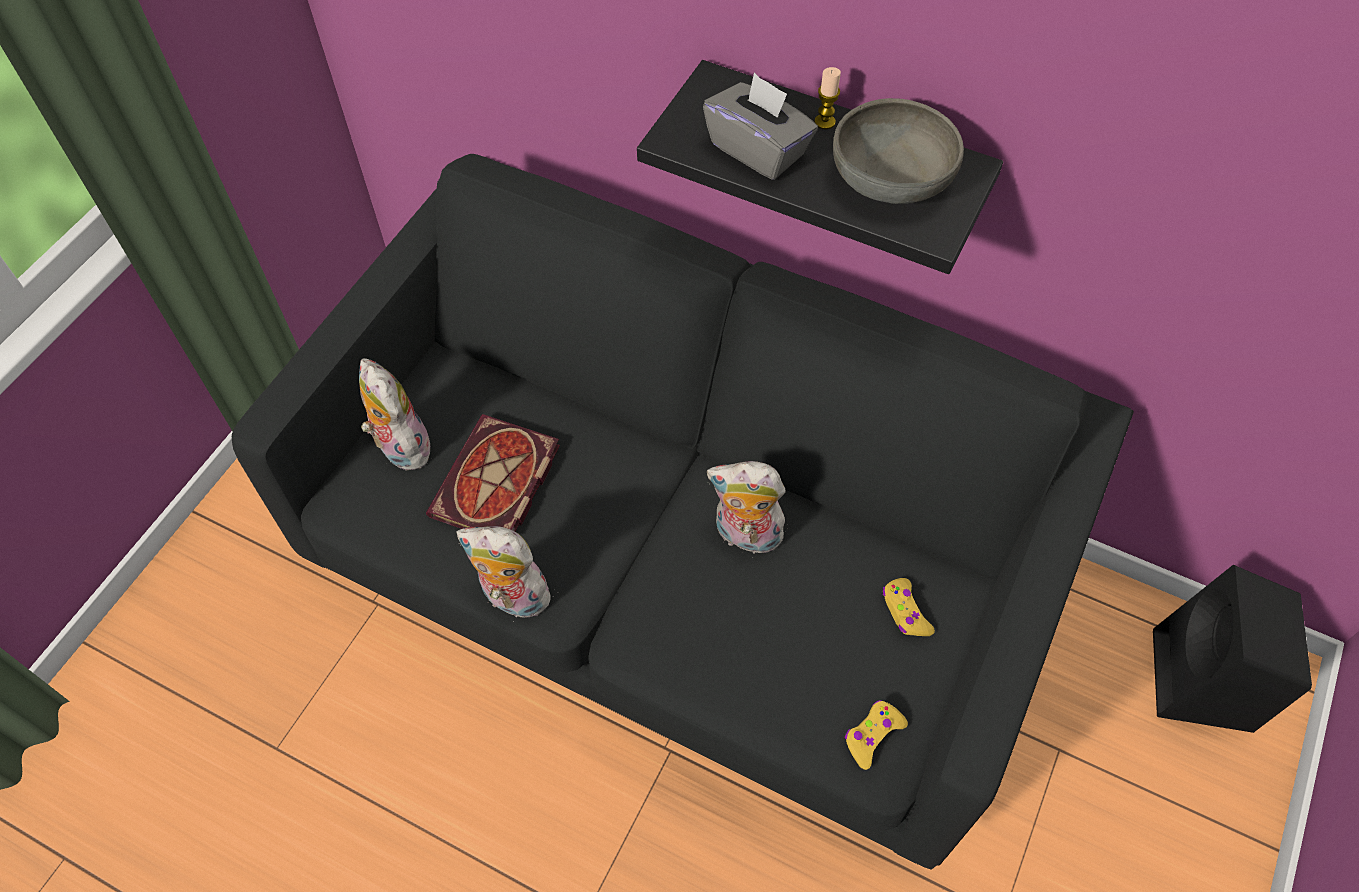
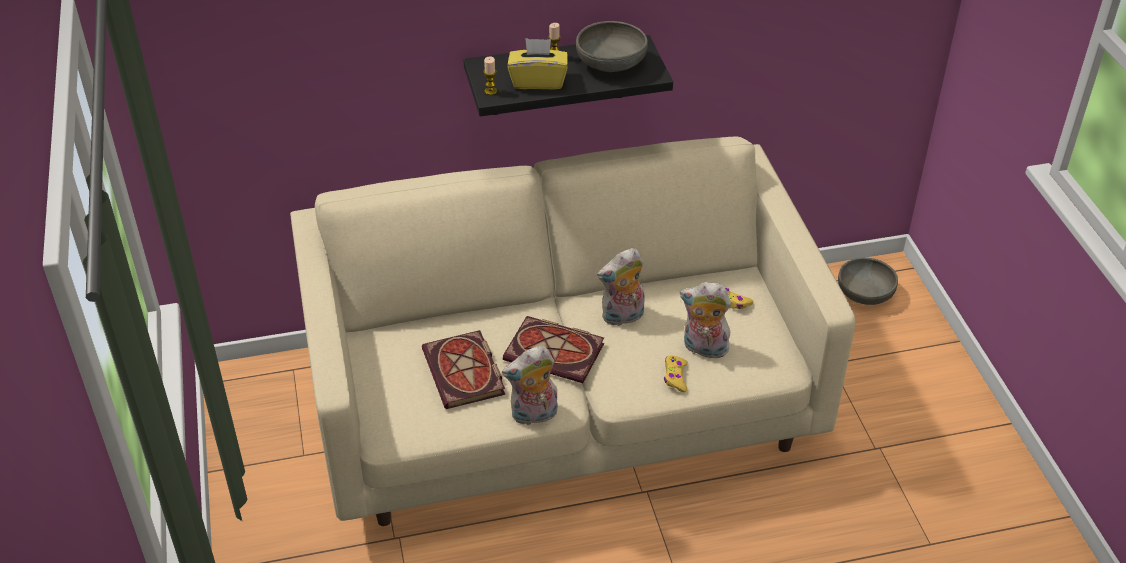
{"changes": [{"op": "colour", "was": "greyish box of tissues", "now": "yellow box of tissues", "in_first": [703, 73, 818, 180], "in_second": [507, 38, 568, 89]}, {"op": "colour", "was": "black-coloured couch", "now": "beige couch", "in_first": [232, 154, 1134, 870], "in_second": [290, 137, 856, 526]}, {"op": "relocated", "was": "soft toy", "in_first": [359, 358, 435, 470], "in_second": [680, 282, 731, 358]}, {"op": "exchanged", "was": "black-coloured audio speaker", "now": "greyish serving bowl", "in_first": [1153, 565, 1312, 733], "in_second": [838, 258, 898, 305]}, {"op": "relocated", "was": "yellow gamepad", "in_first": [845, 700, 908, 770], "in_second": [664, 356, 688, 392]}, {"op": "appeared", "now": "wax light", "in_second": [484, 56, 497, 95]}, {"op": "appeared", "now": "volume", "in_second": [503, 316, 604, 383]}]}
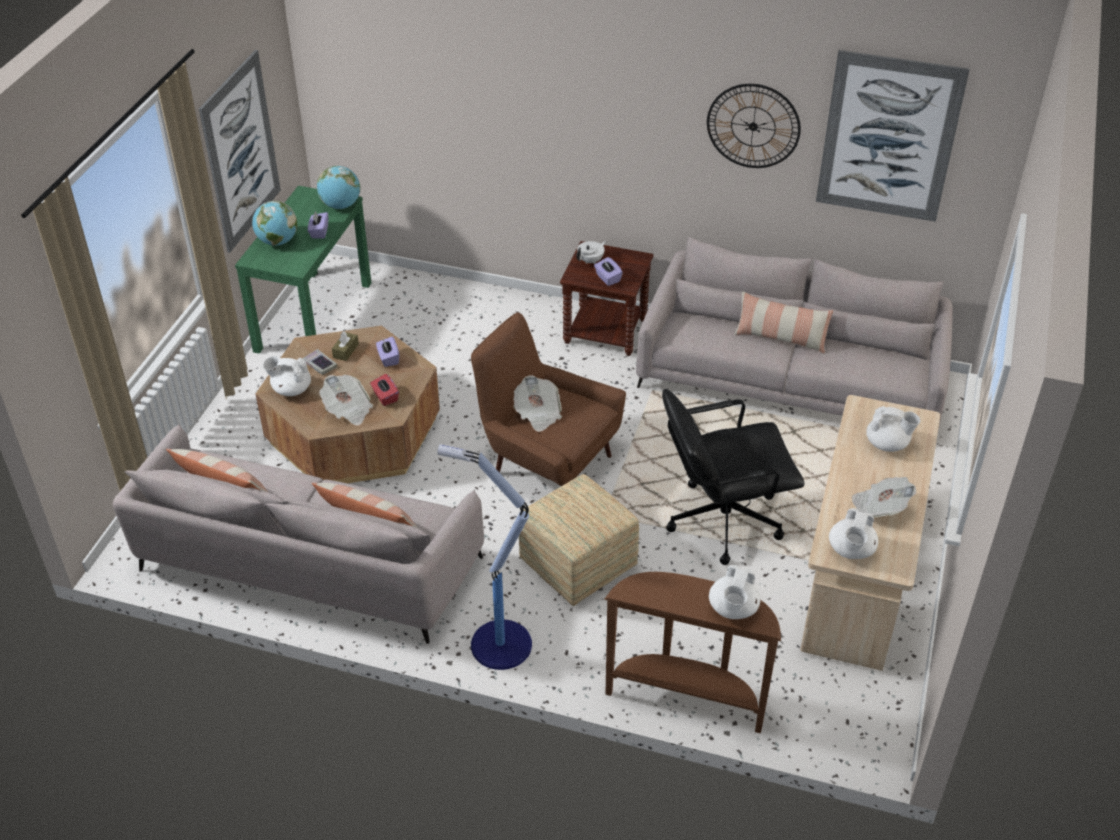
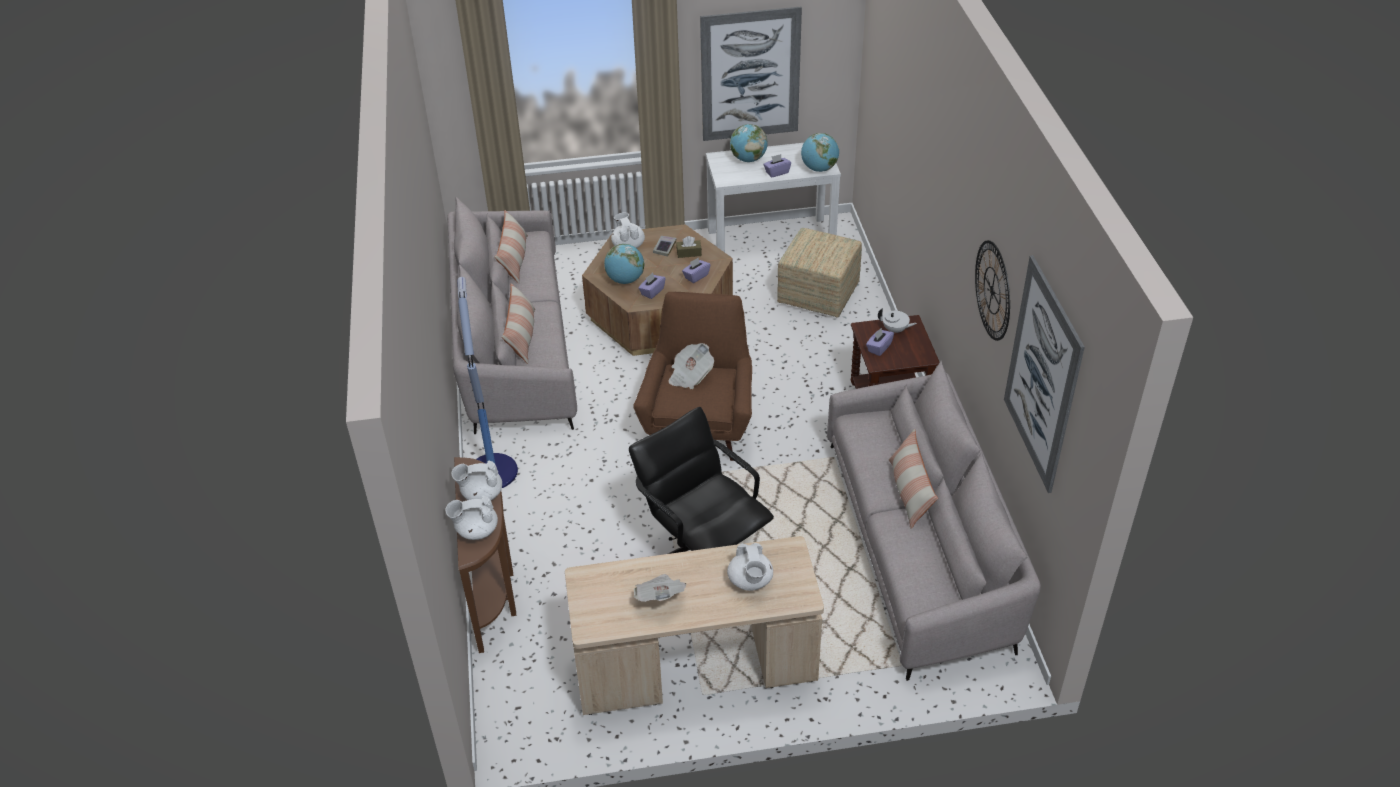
{"changes": [{"op": "colour", "was": "greenish hall table", "now": "white hall table", "in_first": [235, 186, 371, 354], "in_second": [706, 143, 841, 252]}, {"op": "colour", "was": "red-coloured box of tissues", "now": "purplish box of tissues", "in_first": [370, 374, 399, 406], "in_second": [638, 273, 666, 299]}, {"op": "exchanged", "was": "daily paper", "now": "world globe", "in_first": [319, 375, 373, 426], "in_second": [604, 244, 644, 284]}, {"op": "relocated", "was": "ottoman", "in_first": [519, 474, 639, 606], "in_second": [777, 228, 862, 317]}, {"op": "relocated", "was": "white teapot", "in_first": [829, 508, 878, 559], "in_second": [452, 461, 502, 500]}]}
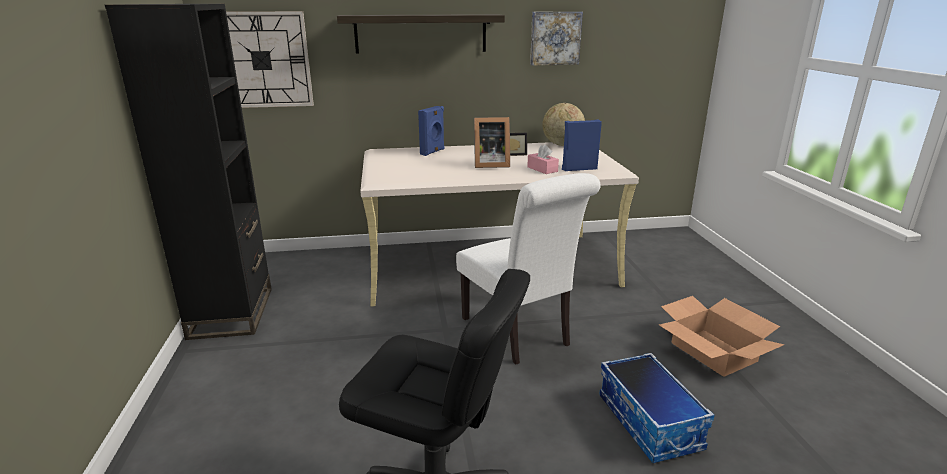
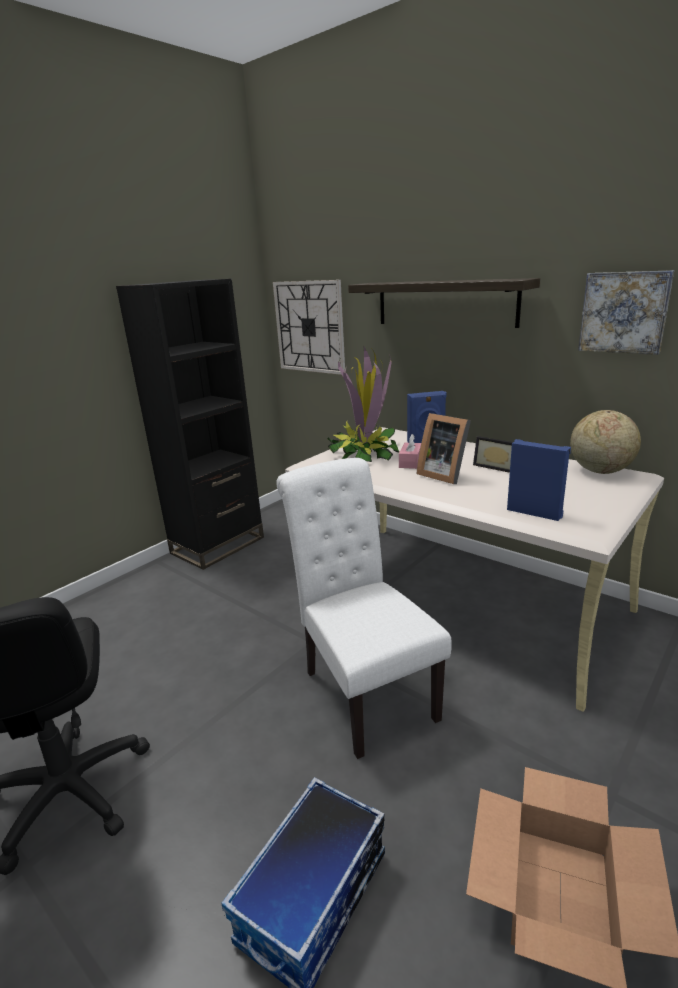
{"changes": [{"op": "relocated", "was": "pinkish box of tissues", "in_first": [527, 144, 559, 174], "in_second": [399, 434, 421, 469]}, {"op": "spun", "was": "white chair", "in_first": [456, 173, 601, 365], "in_second": [276, 458, 452, 759], "clockwise": 135}, {"op": "appeared", "now": "potted plant", "in_second": [327, 346, 399, 462]}]}
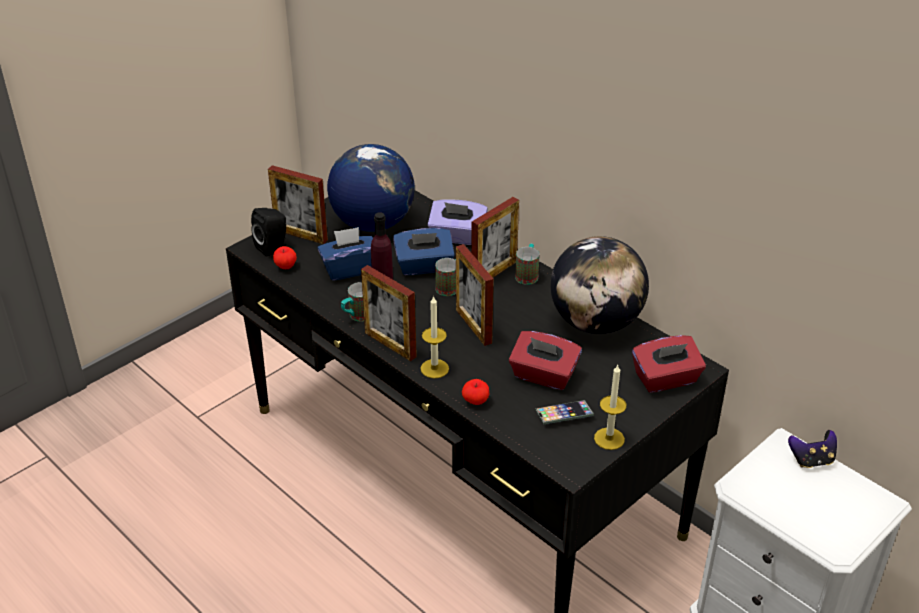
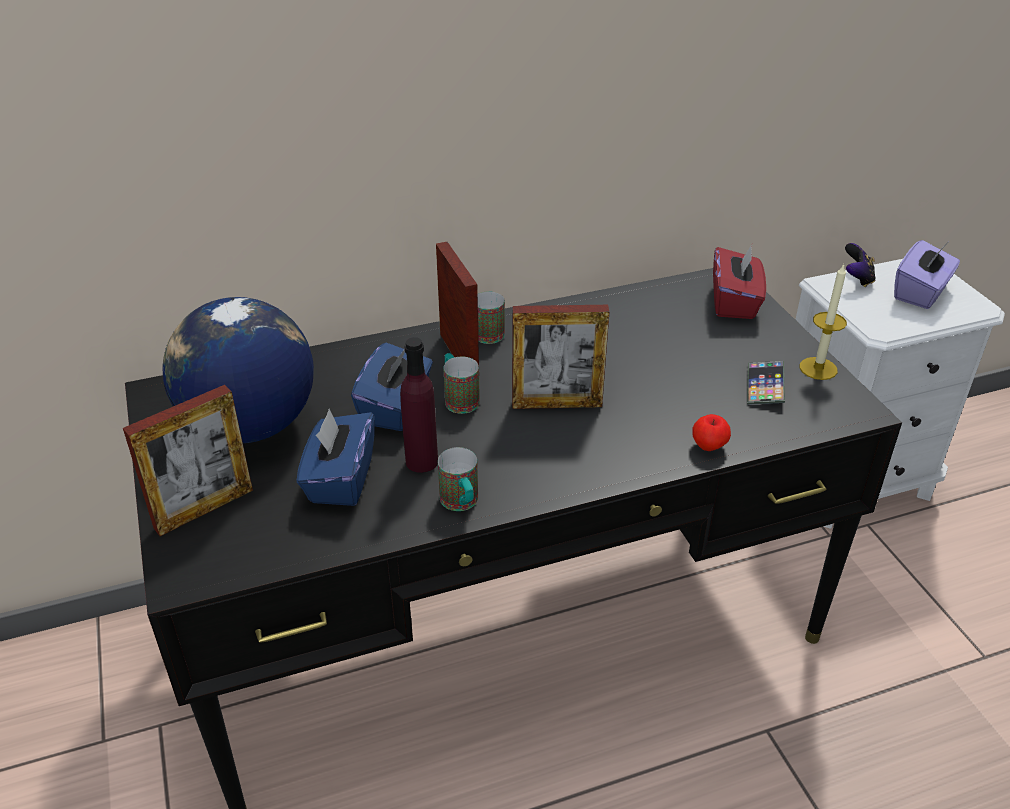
{"changes": [{"op": "relocated", "was": "purplish box of tissues", "in_first": [428, 199, 488, 245], "in_second": [894, 240, 960, 309]}, {"op": "missing", "was": "black-coloured audio speaker", "in_first": [251, 208, 286, 256]}, {"op": "missing", "was": "world globe", "in_first": [550, 236, 649, 334]}, {"op": "missing", "was": "apple fruit", "in_first": [273, 246, 297, 269]}, {"op": "missing", "was": "picture frame", "in_first": [361, 265, 417, 361]}, {"op": "missing", "was": "wax light", "in_first": [420, 295, 449, 378]}, {"op": "missing", "was": "red-coloured box of tissues", "in_first": [509, 331, 582, 390]}]}
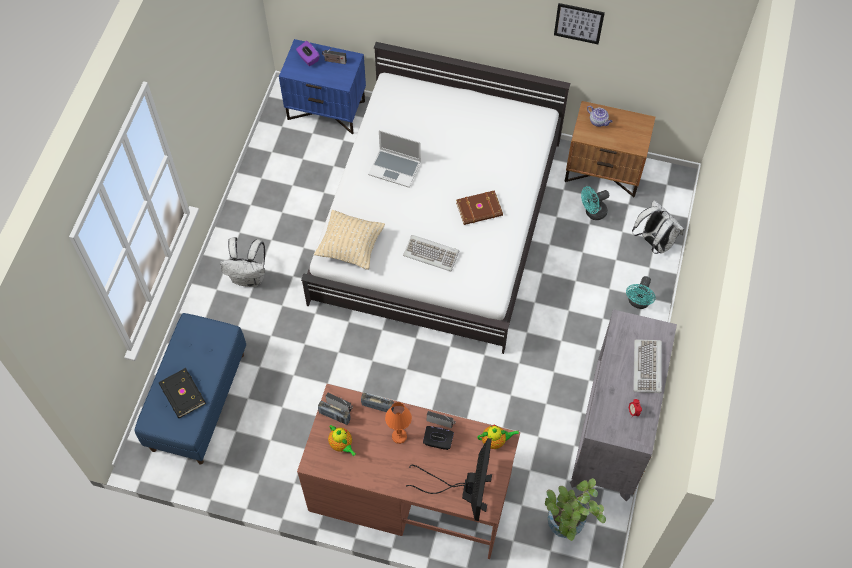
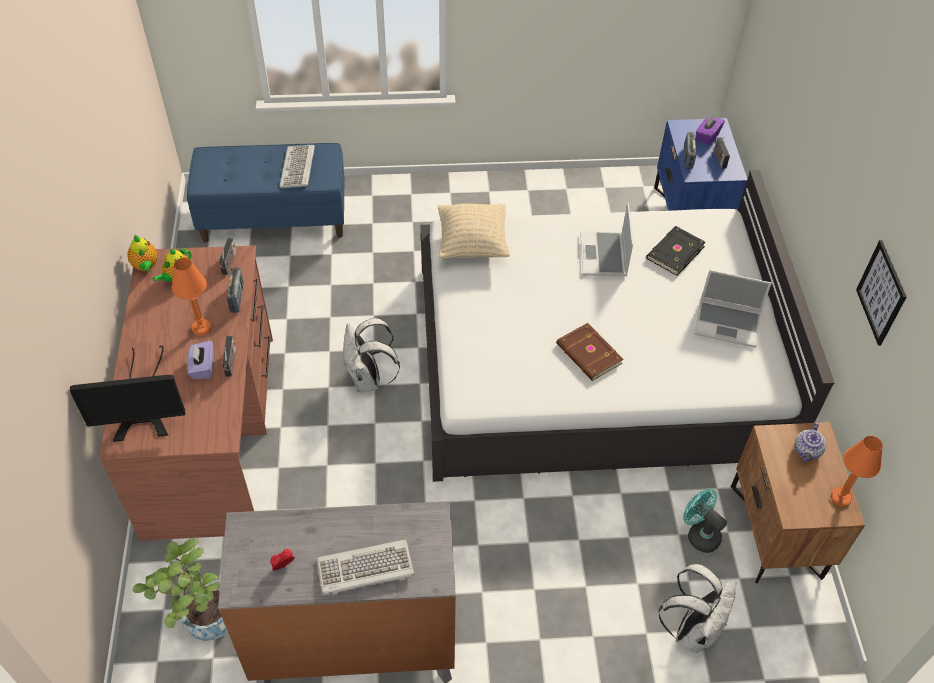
{"changes": [{"op": "relocated", "was": "keyboard", "in_first": [403, 235, 459, 271], "in_second": [279, 145, 315, 188]}, {"op": "relocated", "was": "white backpack", "in_first": [220, 237, 265, 287], "in_second": [343, 318, 400, 392]}, {"op": "missing", "was": "turquoise fan", "in_first": [626, 276, 655, 309]}, {"op": "relocated", "was": "black-coloured volume", "in_first": [159, 368, 206, 418], "in_second": [646, 226, 706, 276]}, {"op": "relocated", "was": "radio", "in_first": [318, 401, 351, 425], "in_second": [684, 132, 696, 170]}, {"op": "relocated", "was": "teapot", "in_first": [477, 425, 519, 449], "in_second": [127, 235, 158, 271]}, {"op": "colour", "was": "black-coloured box of tissues", "now": "purplish box of tissues", "in_first": [423, 426, 454, 450], "in_second": [187, 340, 214, 379]}, {"op": "appeared", "now": "portable computer", "in_second": [695, 270, 772, 348]}, {"op": "appeared", "now": "orange lamp for a table", "in_second": [831, 436, 883, 507]}]}
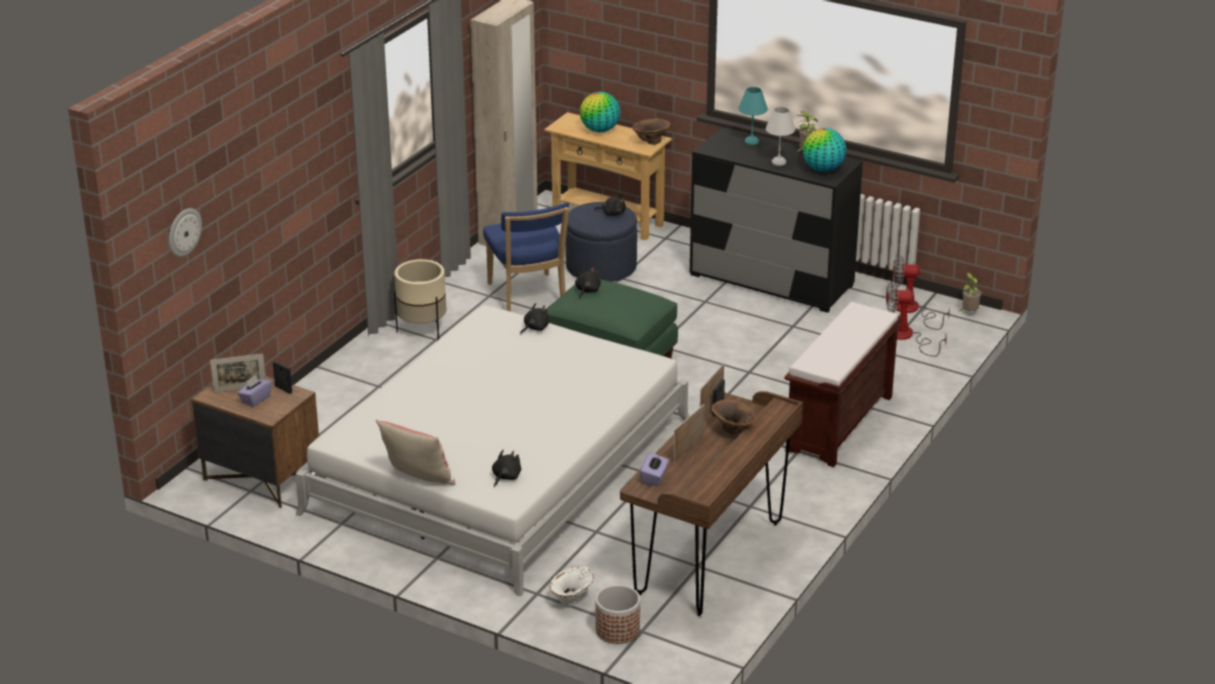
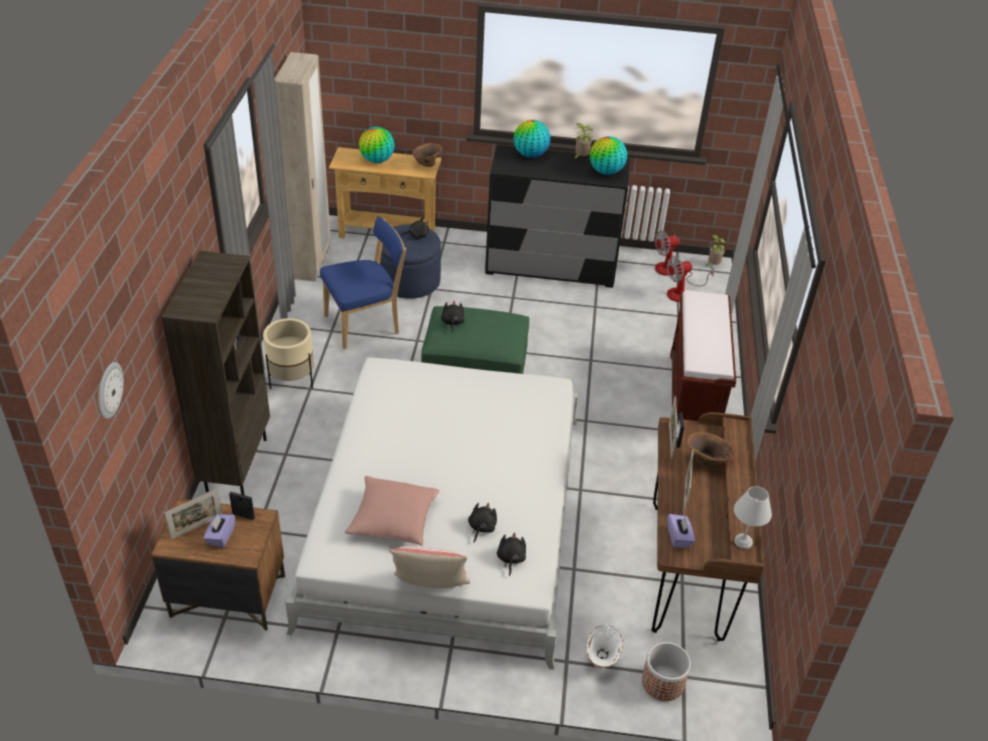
{"changes": [{"op": "exchanged", "was": "turquoise lamp for a table", "now": "world globe", "in_first": [738, 87, 768, 145], "in_second": [513, 120, 550, 158]}, {"op": "relocated", "was": "white lamp for a table", "in_first": [766, 107, 795, 166], "in_second": [734, 486, 772, 549]}, {"op": "spun", "was": "bluish chair", "in_first": [483, 202, 569, 312], "in_second": [320, 216, 406, 349], "clockwise": -75}, {"op": "relocated", "was": "black-coloured soft toy", "in_first": [520, 303, 549, 335], "in_second": [468, 502, 497, 542]}, {"op": "appeared", "now": "brownish bookshelf", "in_second": [162, 251, 270, 495]}, {"op": "appeared", "now": "pinkish cushion", "in_second": [345, 476, 440, 546]}]}
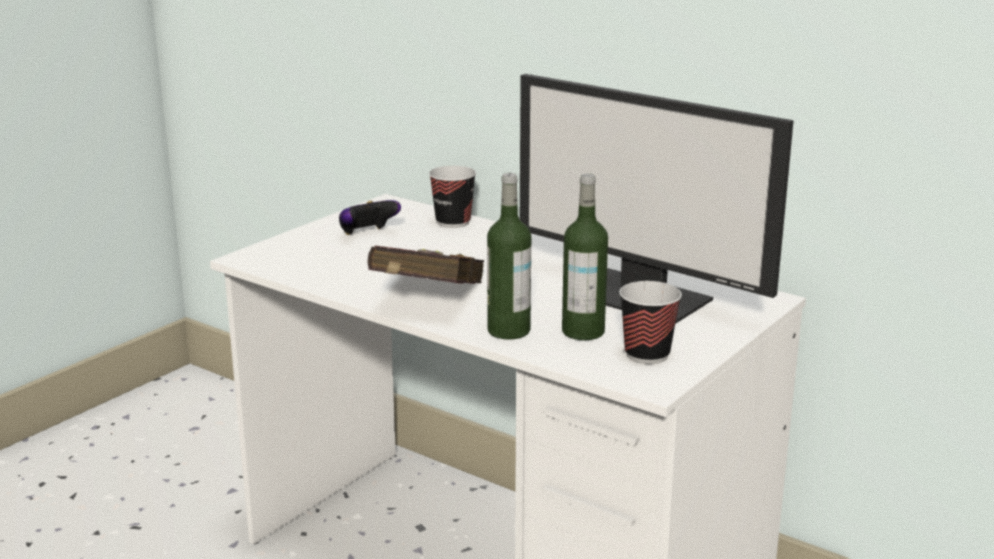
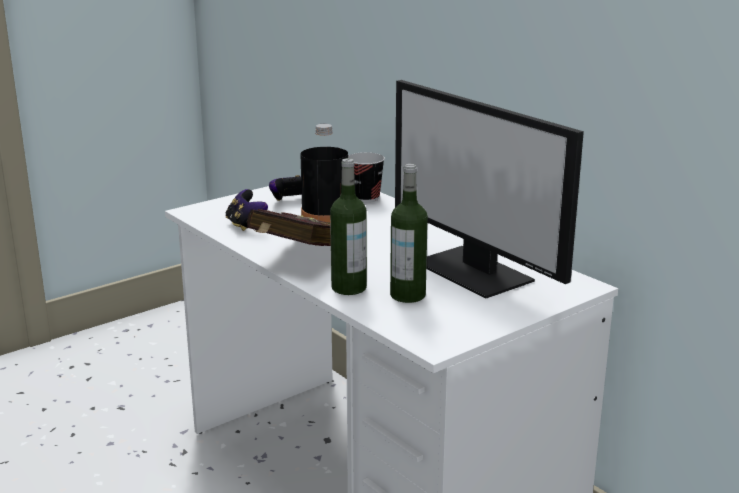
{"changes": [{"op": "missing", "was": "cup", "in_first": [619, 281, 682, 364]}, {"op": "appeared", "now": "black-coloured drink bottle", "in_second": [300, 124, 348, 223]}, {"op": "appeared", "now": "gamepad", "in_second": [225, 189, 268, 231]}]}
